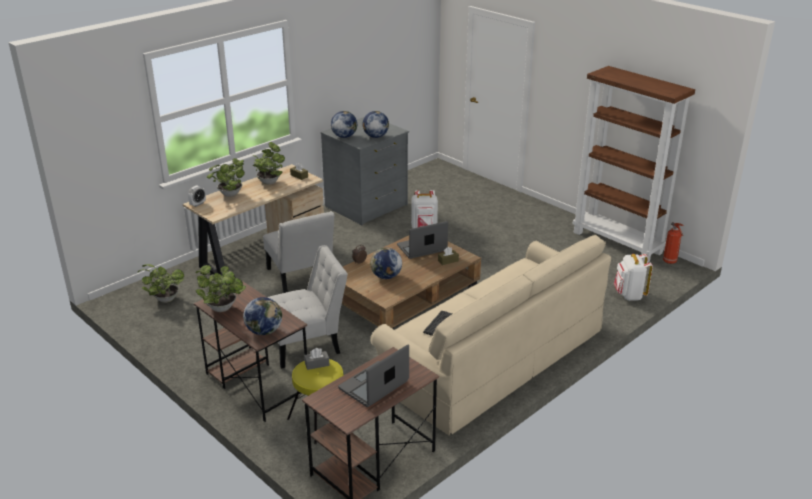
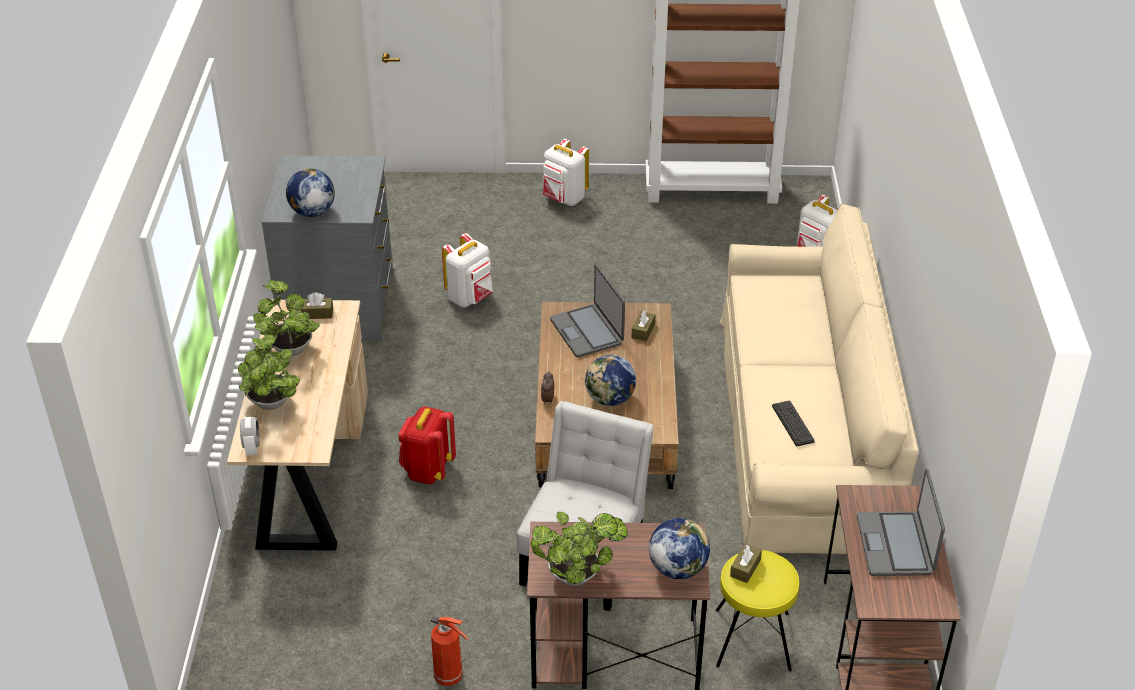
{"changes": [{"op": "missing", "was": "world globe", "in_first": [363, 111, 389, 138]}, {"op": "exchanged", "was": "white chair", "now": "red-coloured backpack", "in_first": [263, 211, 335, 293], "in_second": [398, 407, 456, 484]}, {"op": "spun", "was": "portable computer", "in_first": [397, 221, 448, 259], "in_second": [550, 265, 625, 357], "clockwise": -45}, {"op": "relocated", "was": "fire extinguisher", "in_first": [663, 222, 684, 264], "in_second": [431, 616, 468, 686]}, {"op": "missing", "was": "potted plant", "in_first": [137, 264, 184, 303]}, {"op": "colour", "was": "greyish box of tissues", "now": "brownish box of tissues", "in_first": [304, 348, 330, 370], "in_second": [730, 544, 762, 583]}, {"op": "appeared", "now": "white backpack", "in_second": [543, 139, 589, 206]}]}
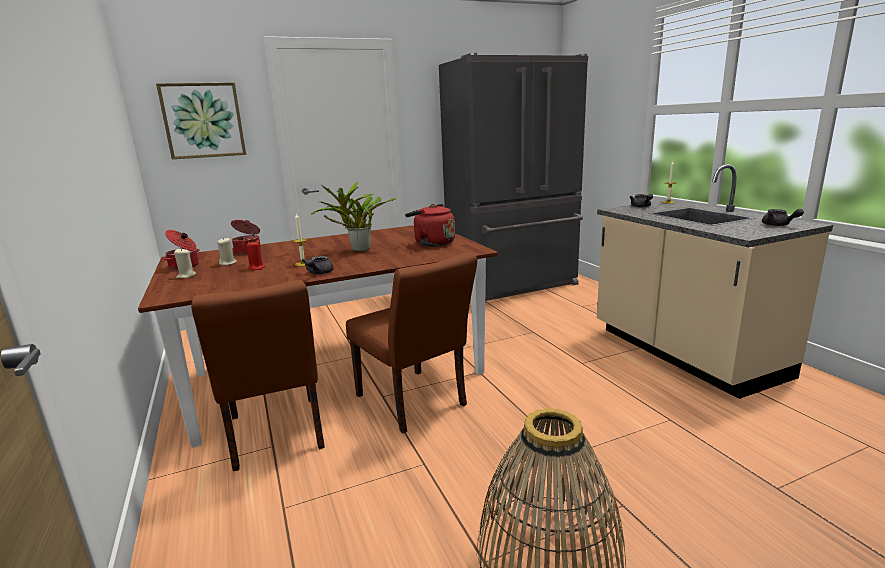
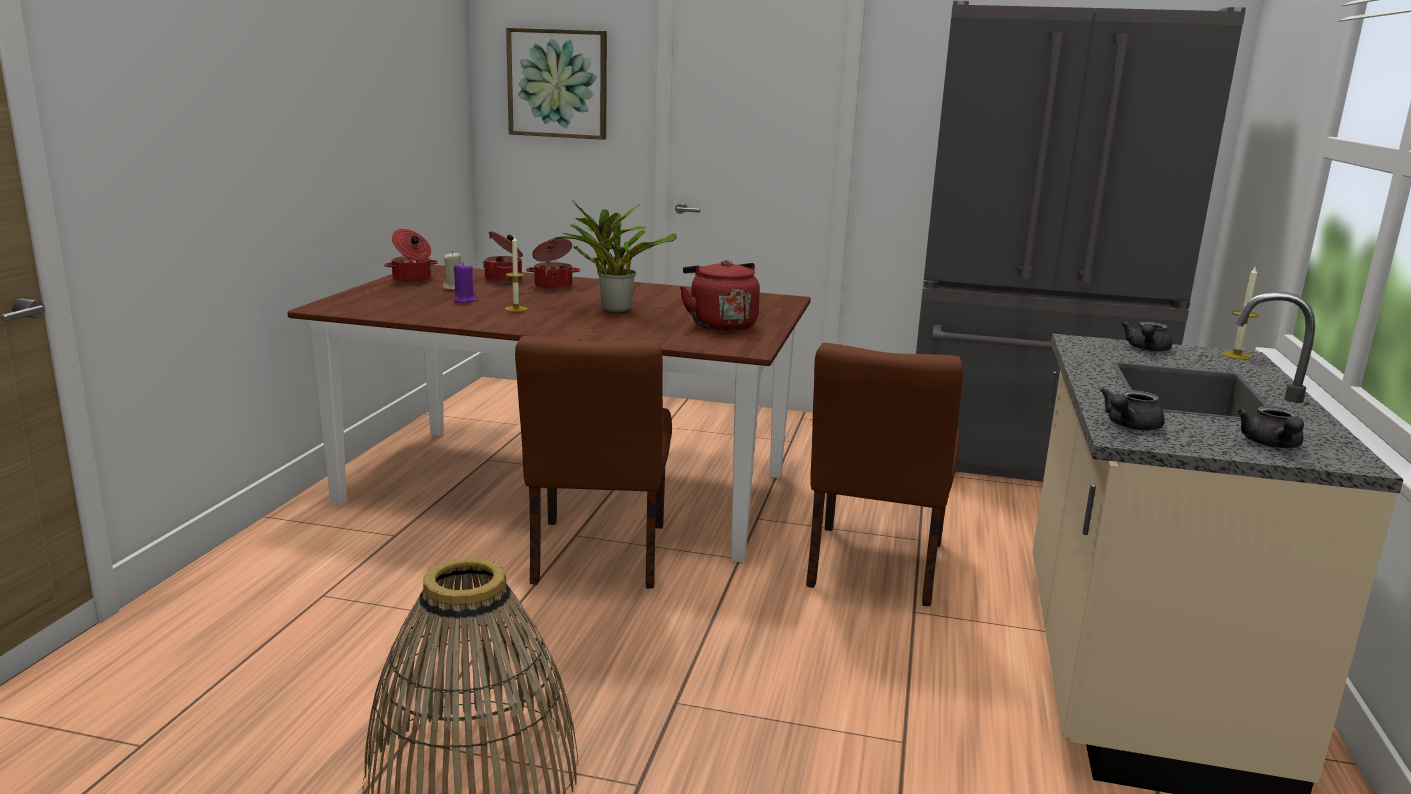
{"changes": [{"op": "colour", "was": "red-coloured wax light", "now": "purplish wax light", "in_first": [246, 241, 265, 270], "in_second": [453, 262, 477, 304]}, {"op": "missing", "was": "beige wax light", "in_first": [174, 249, 196, 278]}, {"op": "relocated", "was": "greyish teapot", "in_first": [302, 256, 333, 274], "in_second": [1100, 387, 1165, 430]}, {"op": "relocated", "was": "brownish chair", "in_first": [191, 280, 325, 471], "in_second": [806, 343, 963, 606]}, {"op": "appeared", "now": "cooking pot", "in_second": [526, 238, 580, 290]}]}
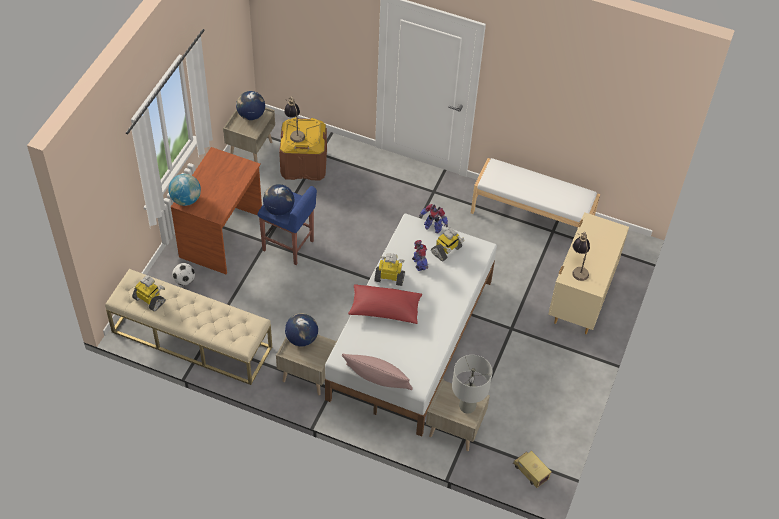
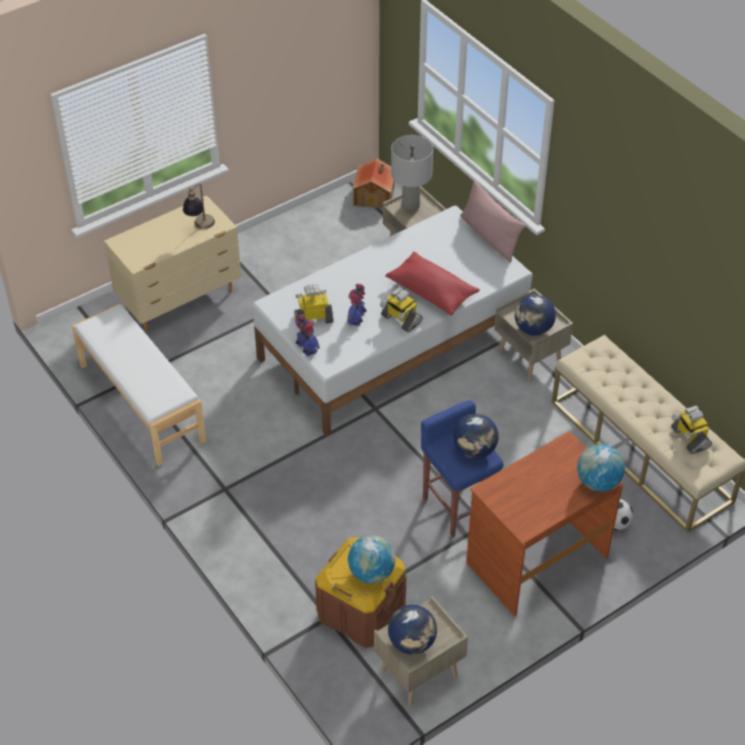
{"changes": [{"op": "exchanged", "was": "lamp for a table", "now": "world globe", "in_first": [284, 96, 305, 143], "in_second": [348, 535, 396, 583]}, {"op": "exchanged", "was": "toy lorry", "now": "model house", "in_first": [513, 451, 552, 488], "in_second": [353, 158, 395, 209]}]}
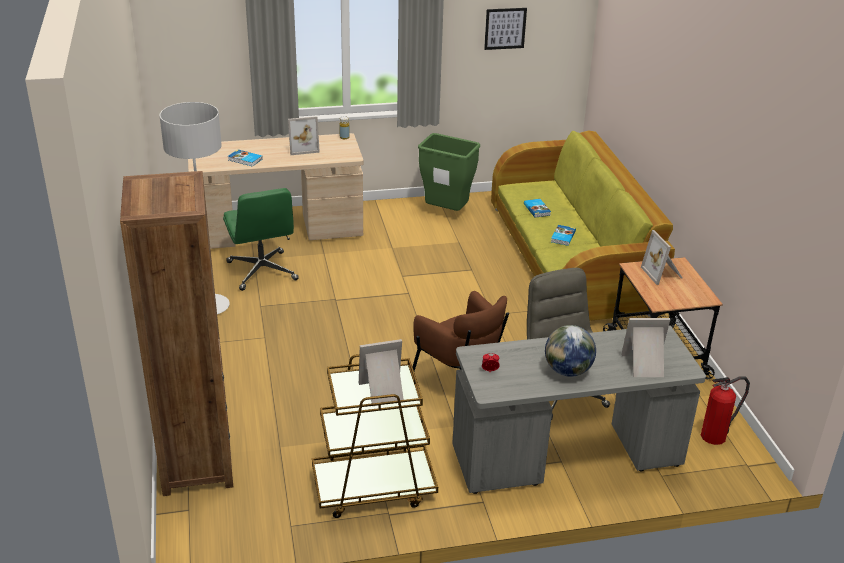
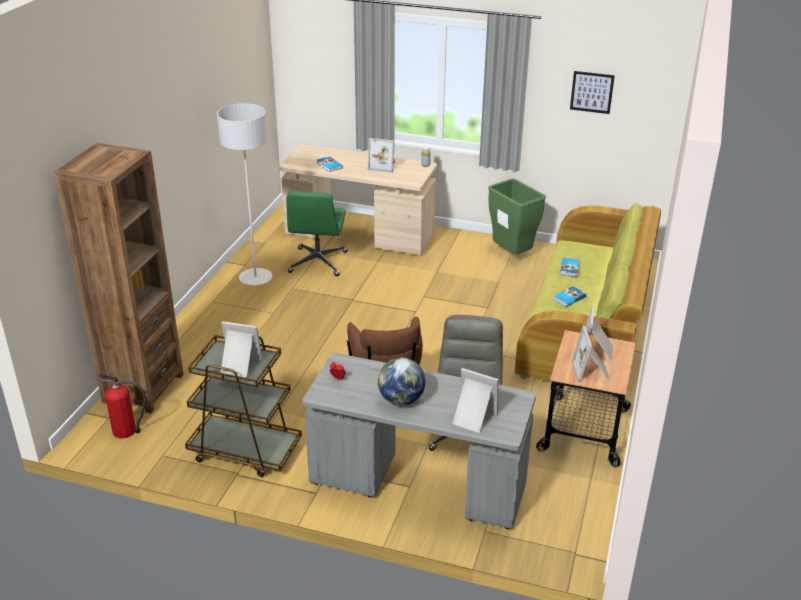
{"changes": [{"op": "relocated", "was": "fire extinguisher", "in_first": [701, 376, 750, 445], "in_second": [98, 374, 147, 439]}, {"op": "appeared", "now": "picture frame", "in_second": [572, 326, 610, 383]}]}
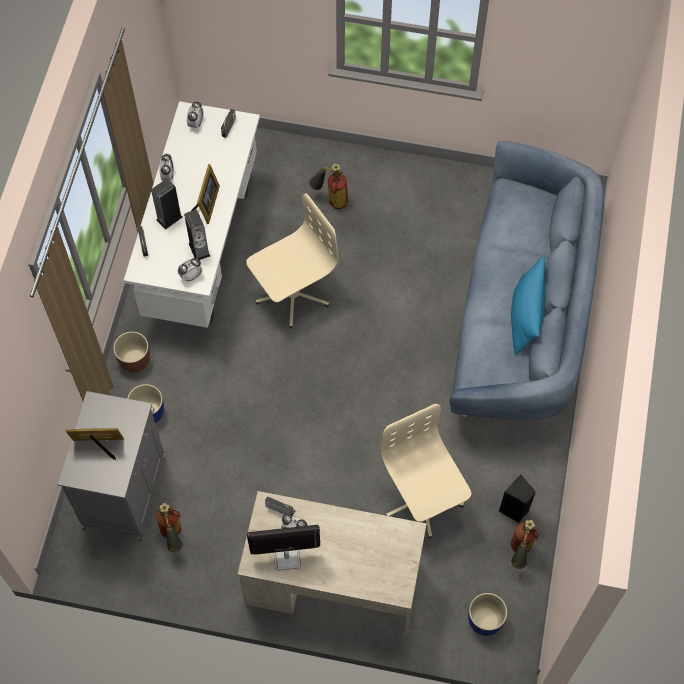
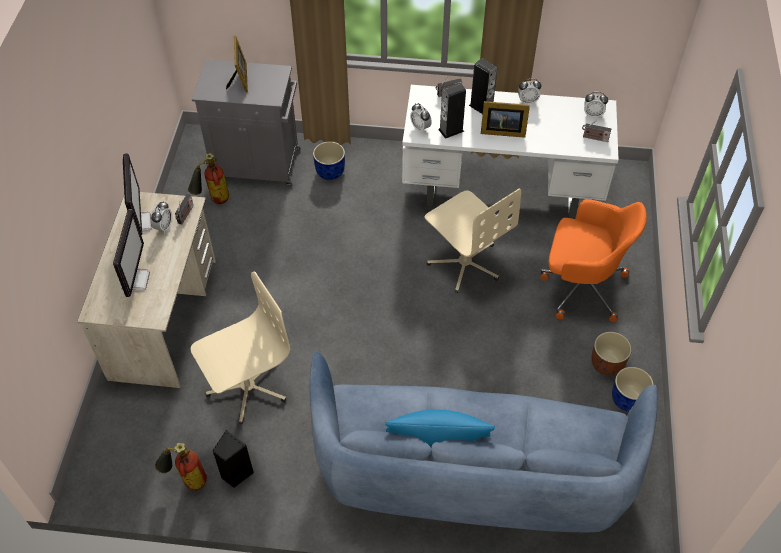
{"changes": [{"op": "exchanged", "was": "fire extinguisher", "now": "orange office chair", "in_first": [309, 164, 348, 209], "in_second": [540, 199, 647, 322]}, {"op": "relocated", "was": "brownish flower pot", "in_first": [113, 331, 150, 372], "in_second": [591, 332, 632, 376]}, {"op": "relocated", "was": "bluish flower pot", "in_first": [468, 593, 507, 636], "in_second": [612, 367, 654, 412]}, {"op": "appeared", "now": "computer screen", "in_second": [113, 209, 150, 297]}]}
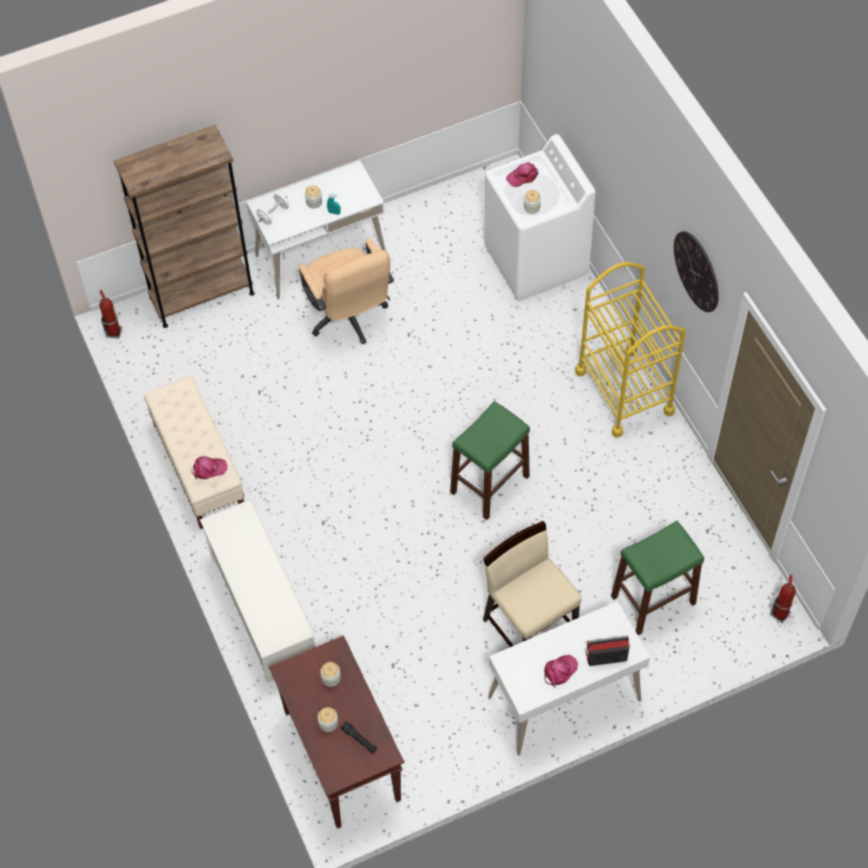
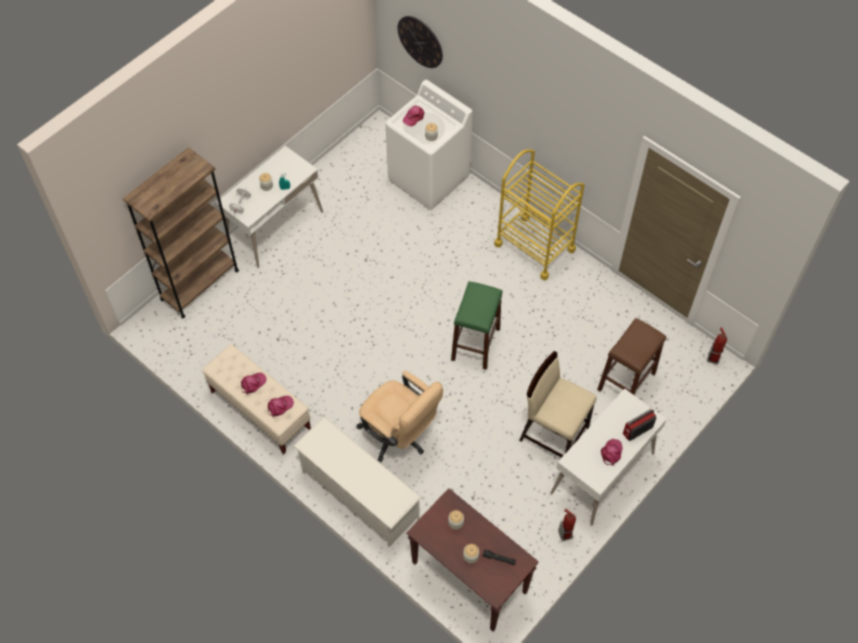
{"changes": [{"op": "relocated", "was": "clock on the wall", "in_first": [674, 231, 719, 312], "in_second": [398, 16, 443, 68]}, {"op": "relocated", "was": "beige office chair", "in_first": [299, 238, 394, 344], "in_second": [357, 371, 443, 462]}, {"op": "relocated", "was": "fire extinguisher", "in_first": [99, 290, 122, 339], "in_second": [558, 509, 576, 541]}, {"op": "colour", "was": "greenish sitting stool", "now": "brownish sitting stool", "in_first": [611, 521, 704, 635], "in_second": [597, 318, 666, 395]}, {"op": "appeared", "now": "pinkish peaked cap", "in_second": [241, 372, 267, 395]}]}
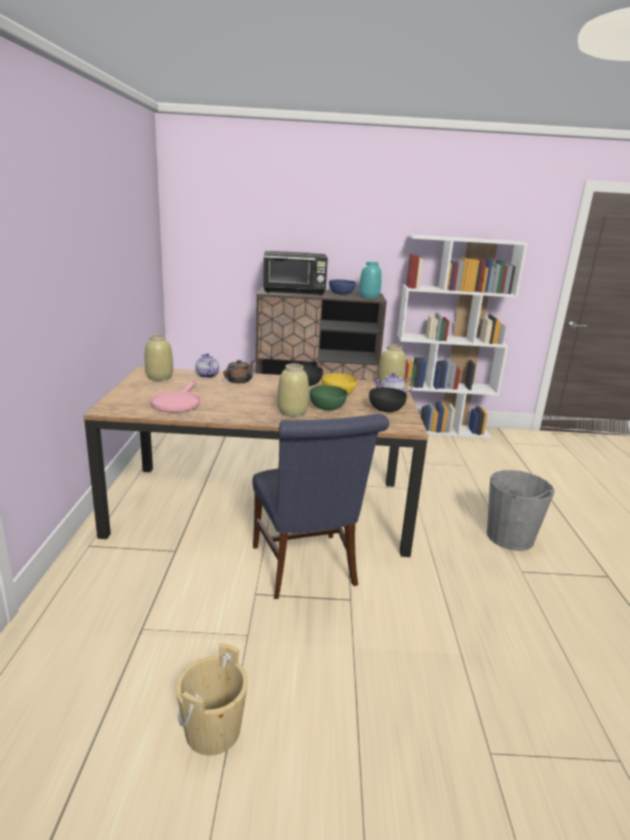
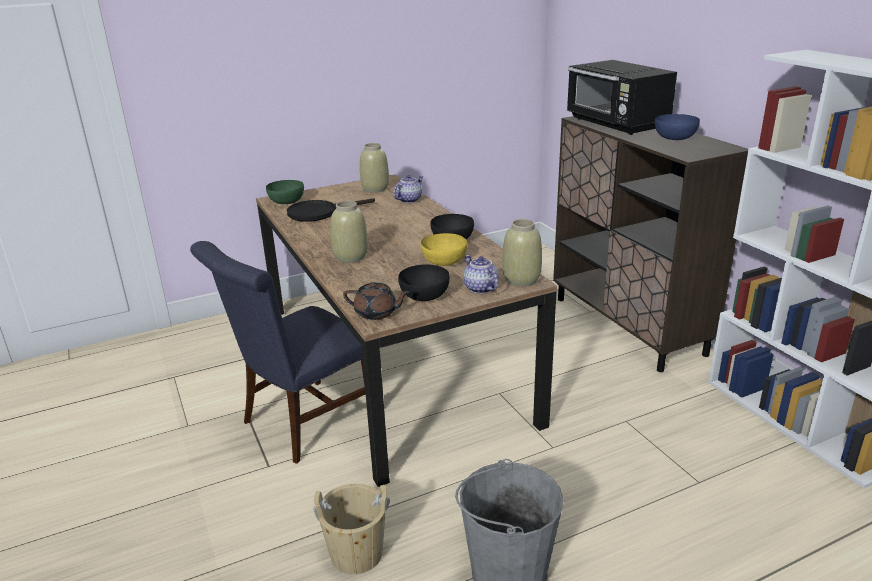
{"changes": [{"op": "missing", "was": "turquoise vase", "in_first": [359, 262, 382, 299]}, {"op": "relocated", "was": "brownish teapot", "in_first": [223, 360, 255, 383], "in_second": [343, 282, 410, 320]}, {"op": "colour", "was": "pinkish pan", "now": "black-coloured pan", "in_first": [151, 380, 200, 412], "in_second": [287, 198, 375, 222]}, {"op": "relocated", "was": "greenish serving bowl", "in_first": [309, 385, 347, 410], "in_second": [266, 180, 304, 204]}, {"op": "relocated", "was": "beige bucket", "in_first": [176, 643, 248, 756], "in_second": [313, 484, 390, 574]}]}
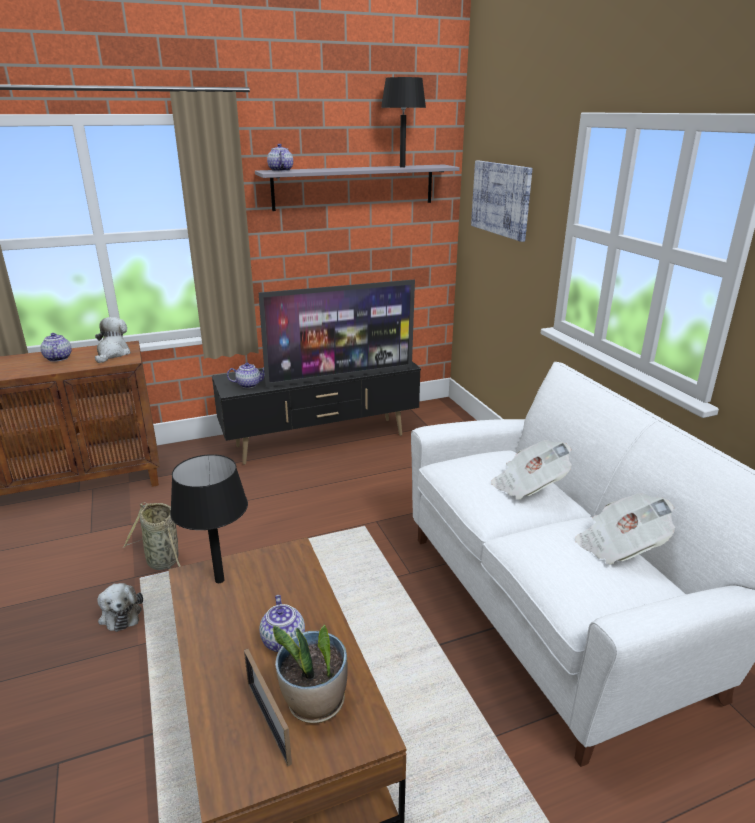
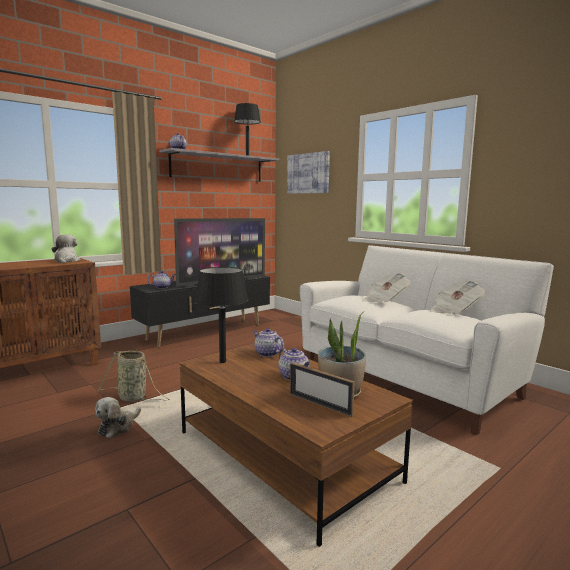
{"changes": [{"op": "relocated", "was": "teapot", "in_first": [41, 333, 72, 362], "in_second": [253, 328, 284, 357]}, {"op": "spun", "was": "soft toy", "in_first": [97, 583, 143, 632], "in_second": [95, 397, 141, 438], "clockwise": 75}]}
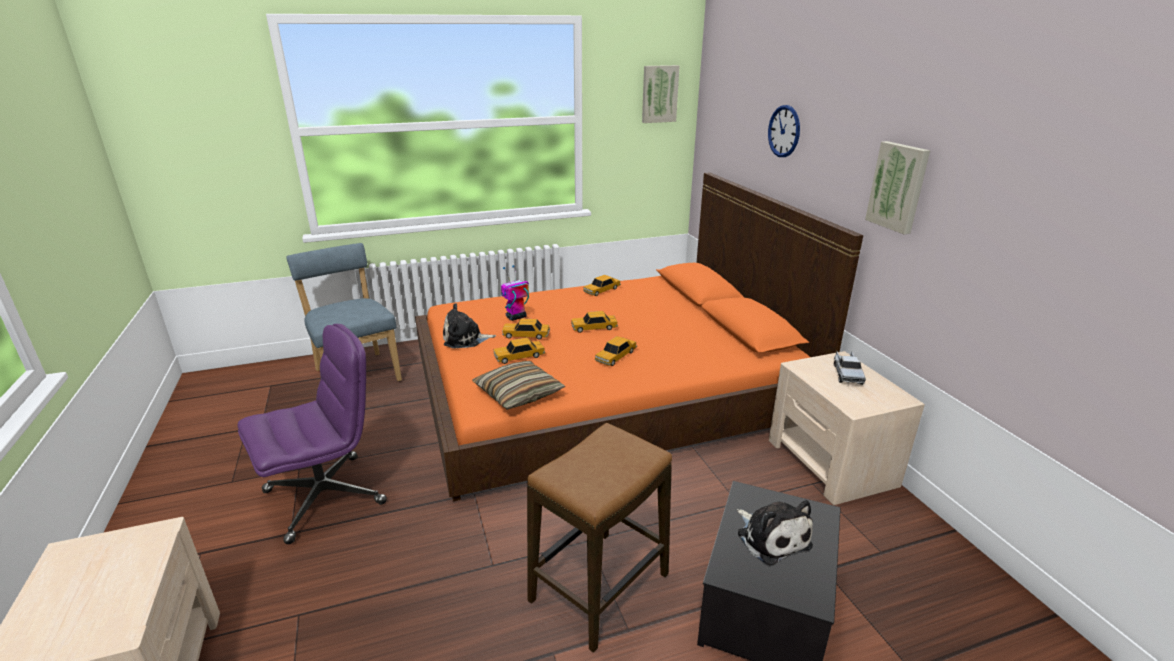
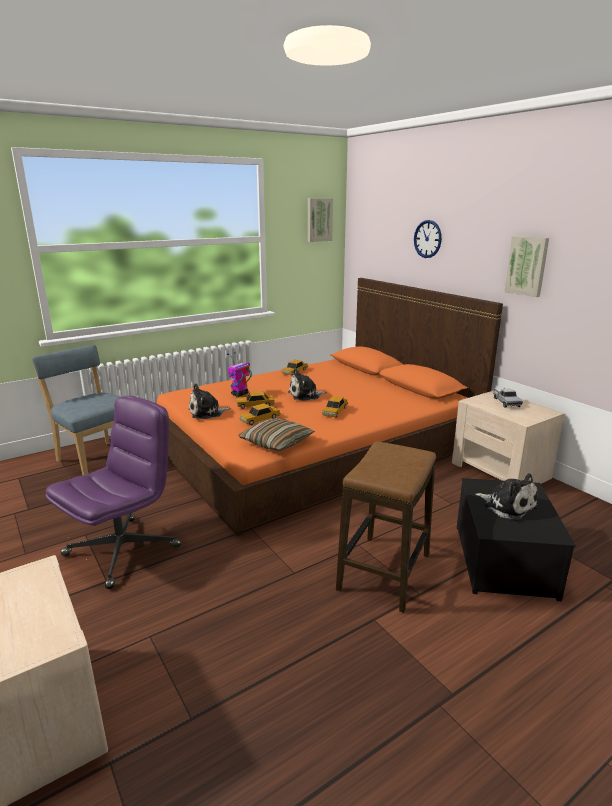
{"changes": [{"op": "exchanged", "was": "miniature car", "now": "soft toy", "in_first": [571, 311, 618, 333], "in_second": [288, 368, 326, 401]}]}
